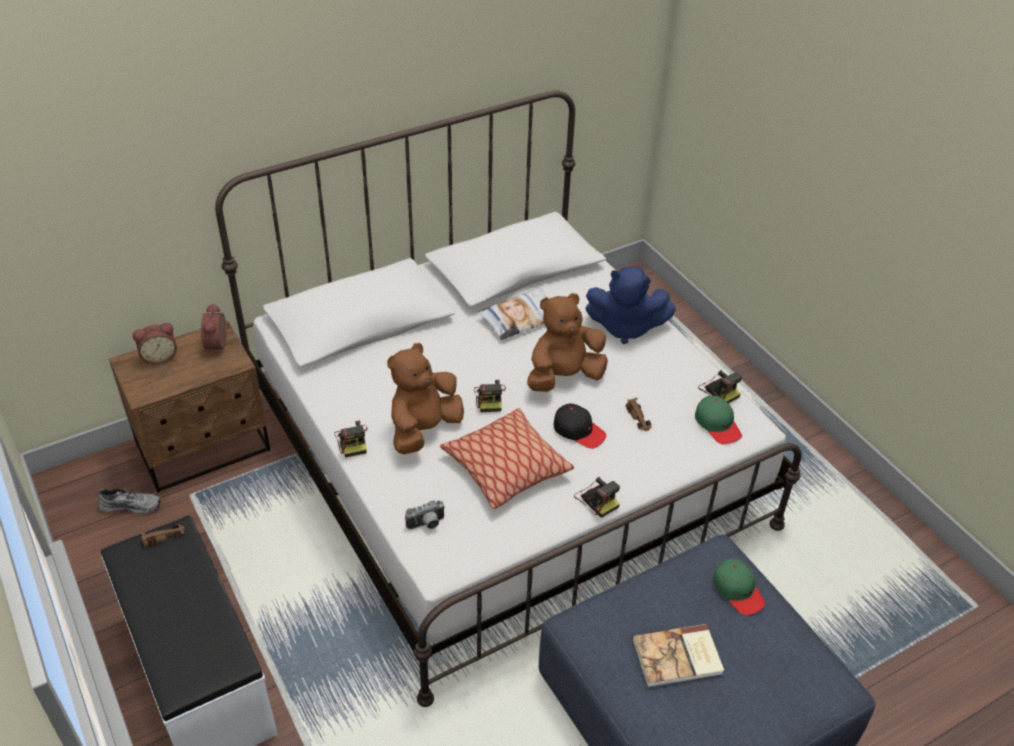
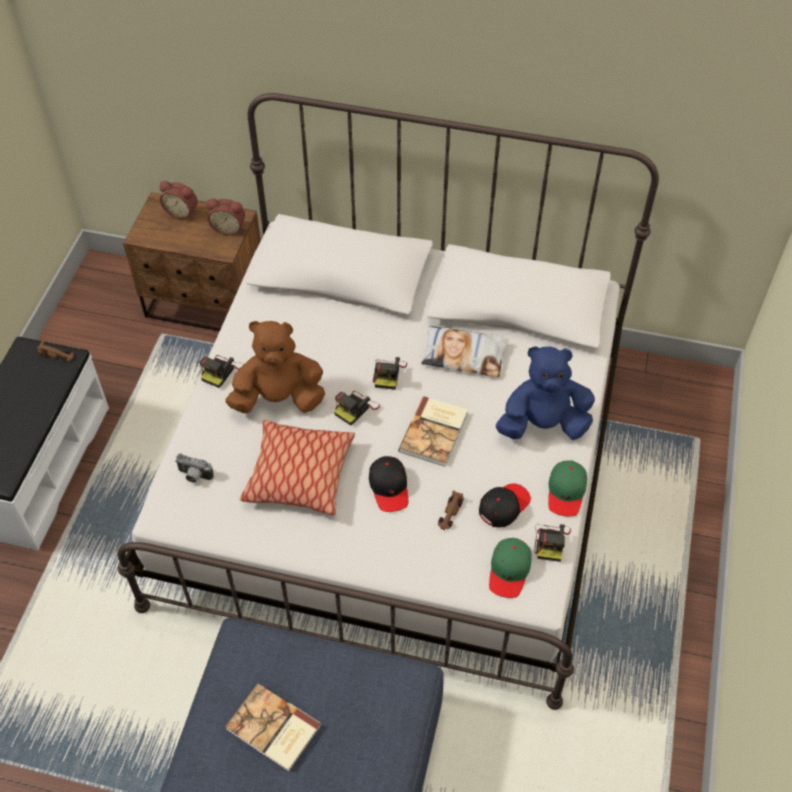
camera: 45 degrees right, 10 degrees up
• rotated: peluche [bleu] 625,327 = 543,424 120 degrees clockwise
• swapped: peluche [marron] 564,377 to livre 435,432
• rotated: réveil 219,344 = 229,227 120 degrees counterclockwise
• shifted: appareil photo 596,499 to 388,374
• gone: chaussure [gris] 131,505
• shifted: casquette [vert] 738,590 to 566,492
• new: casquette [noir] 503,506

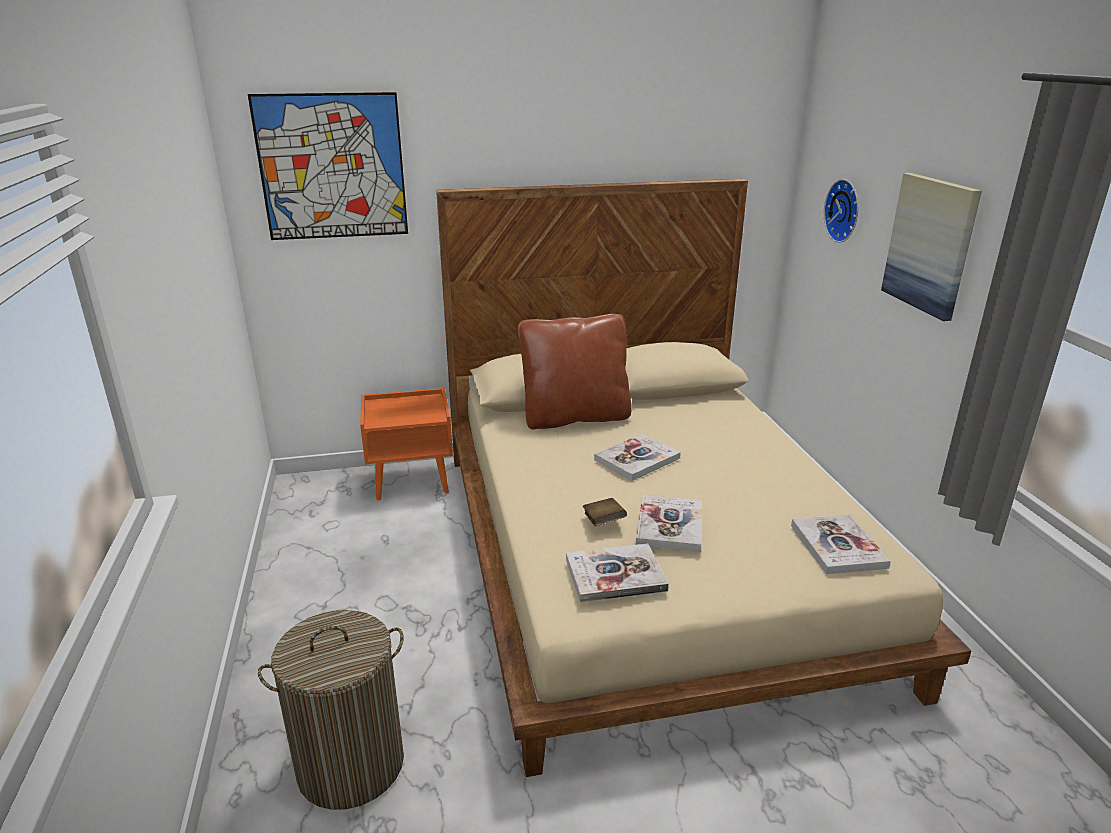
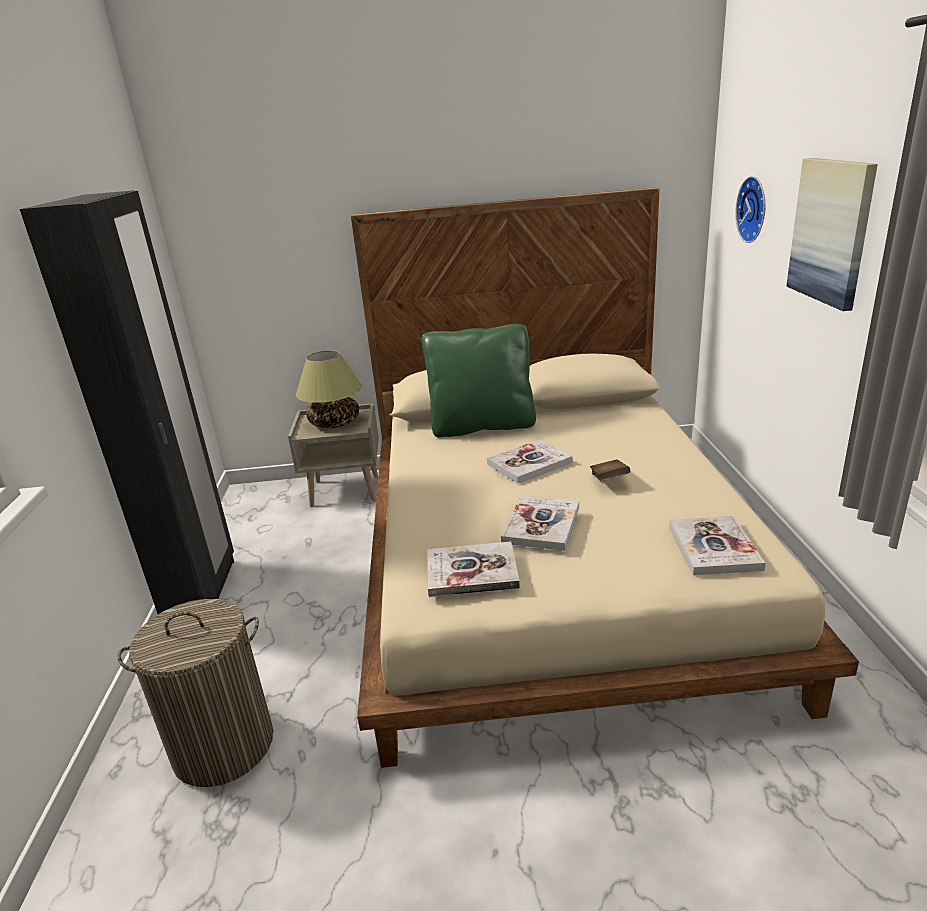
camera: 10 degrees right, 0 degrees up
• gone: tableau 332,167
• repainted: coussin [marron] 575,417 to coussin [vert] 482,426
• repainted: table de chevet [orange] 412,481 to table de chevet [beige] 346,490
• shifted: livre [marron] 603,522 to 609,480
• new: armoire [noir] 202,593
• new: lampe de table 334,423

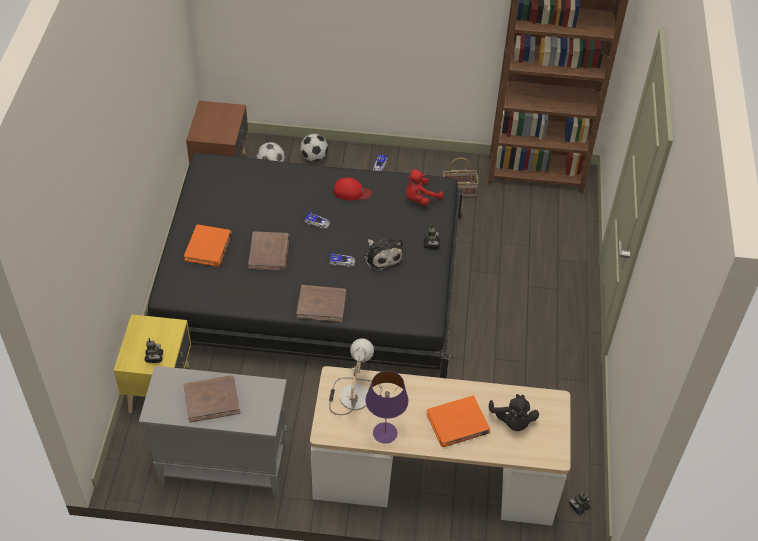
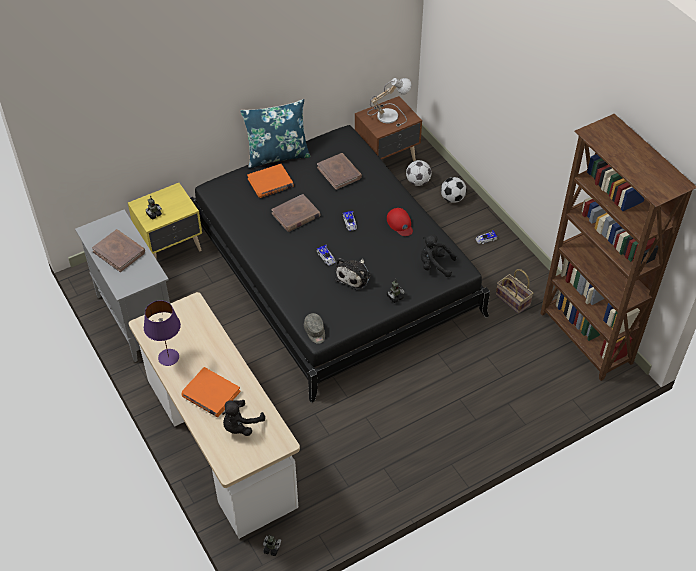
camera: 55 degrees right, 0 degrees up
• repainted: peluche [rouge] 420,199 to peluche [noir] 435,265
• shifted: livre [marron] 321,305 to 339,173
• shifted: lampe de table 352,395 to 387,114
• new: coussin [bleu] 277,155
• new: casquette [gris] 315,332

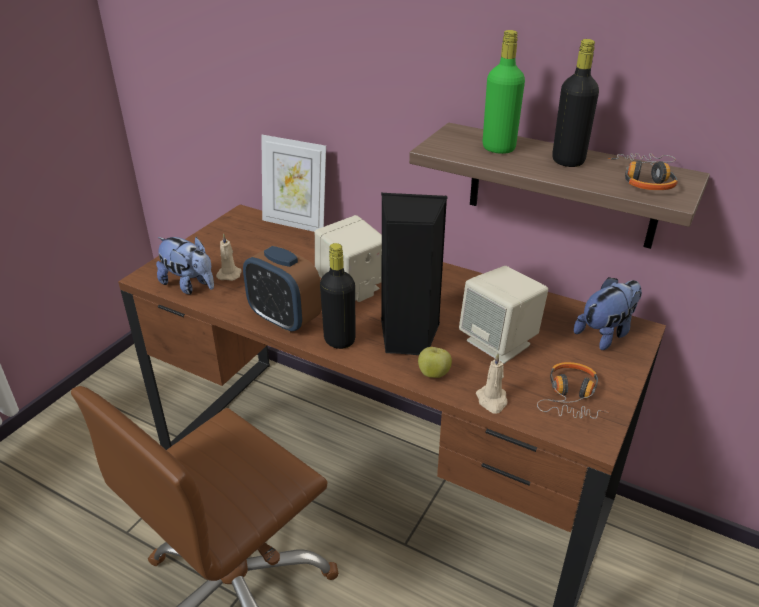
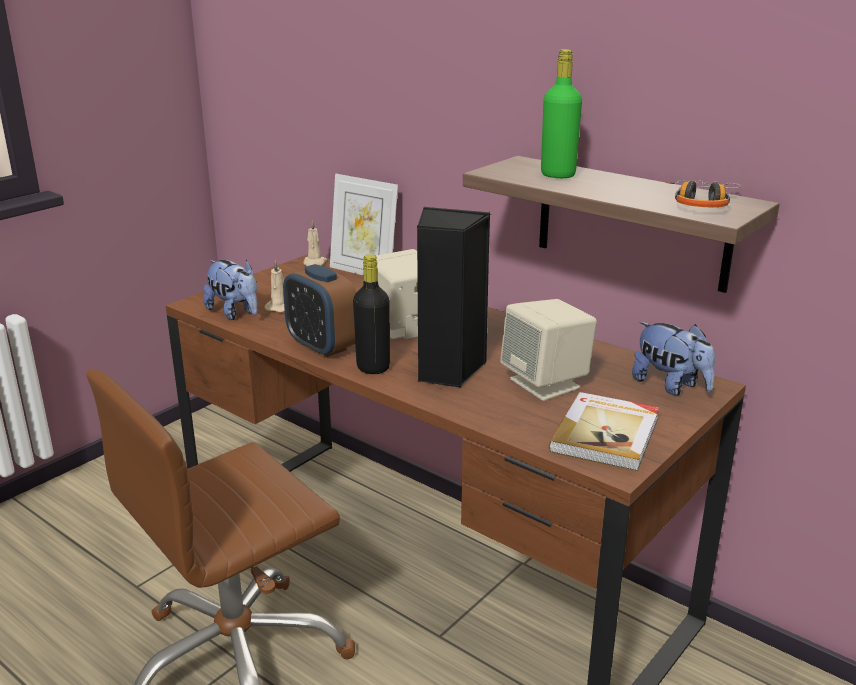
camera: 10 degrees right, 10 degrees down
• gone: bouteille [noir] 568,161
• rotated: peluche 605,333 = 671,386 75 degrees clockwise
• gone: pomme 434,374
• shifted: bougie [beige] 492,401 to 314,263
• swapped: casque audio 571,398 to livre 607,434

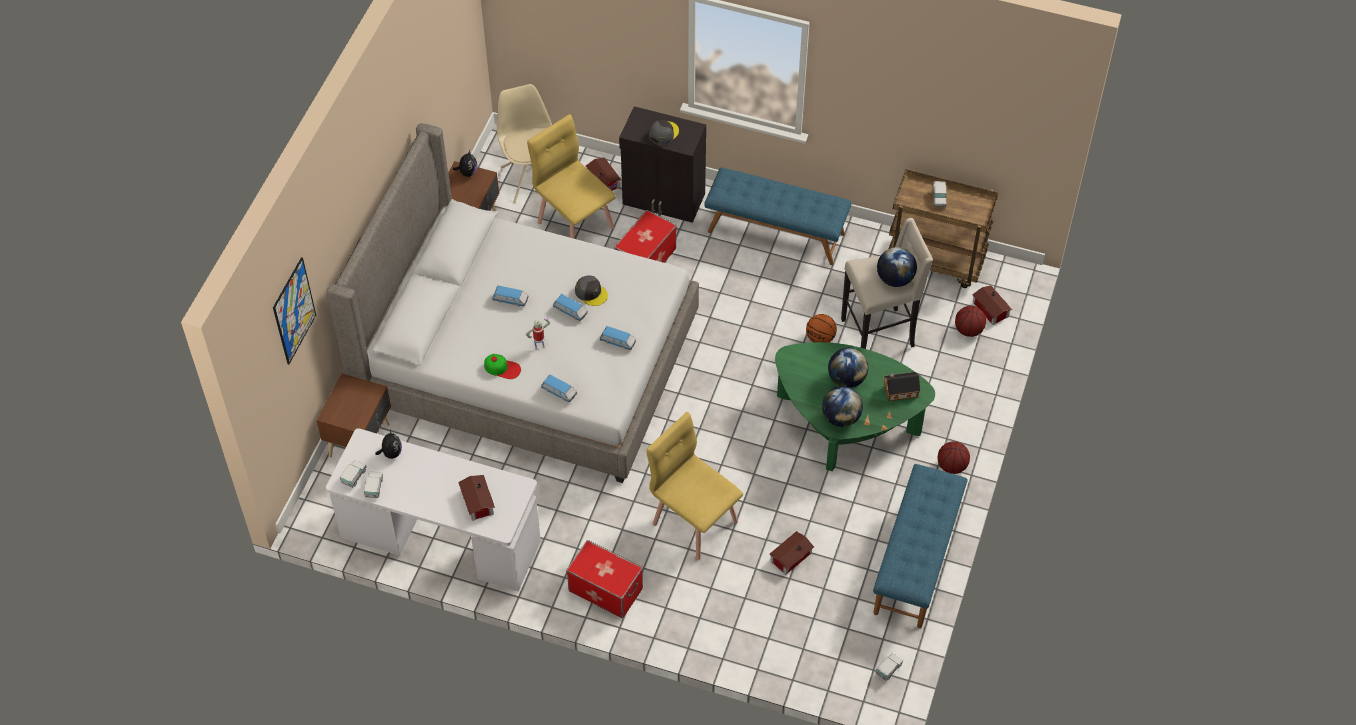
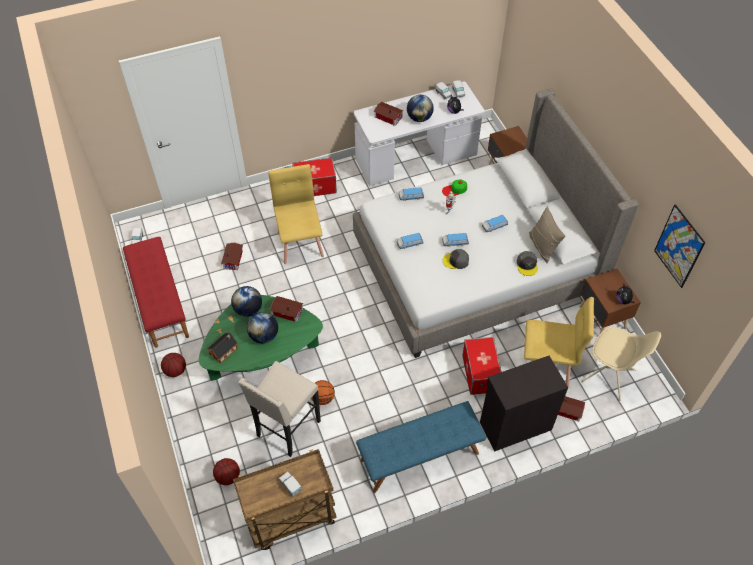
camera: 140 degrees right, 0 degrees up
• shifted: casquette [gris] 663,133 to 527,265
• shifted: globe 895,279 to 419,118
• shifted: tableau 294,311 to 679,246
• shifted: maison miniature 990,310 to 286,311
• rotated: chaise [jaune] 694,521 = 300,244 105 degrees counterclockwise
• repainted: banc [bleu] 917,560 to banc [rouge] 160,302
• new: coussin [beige] 542,246

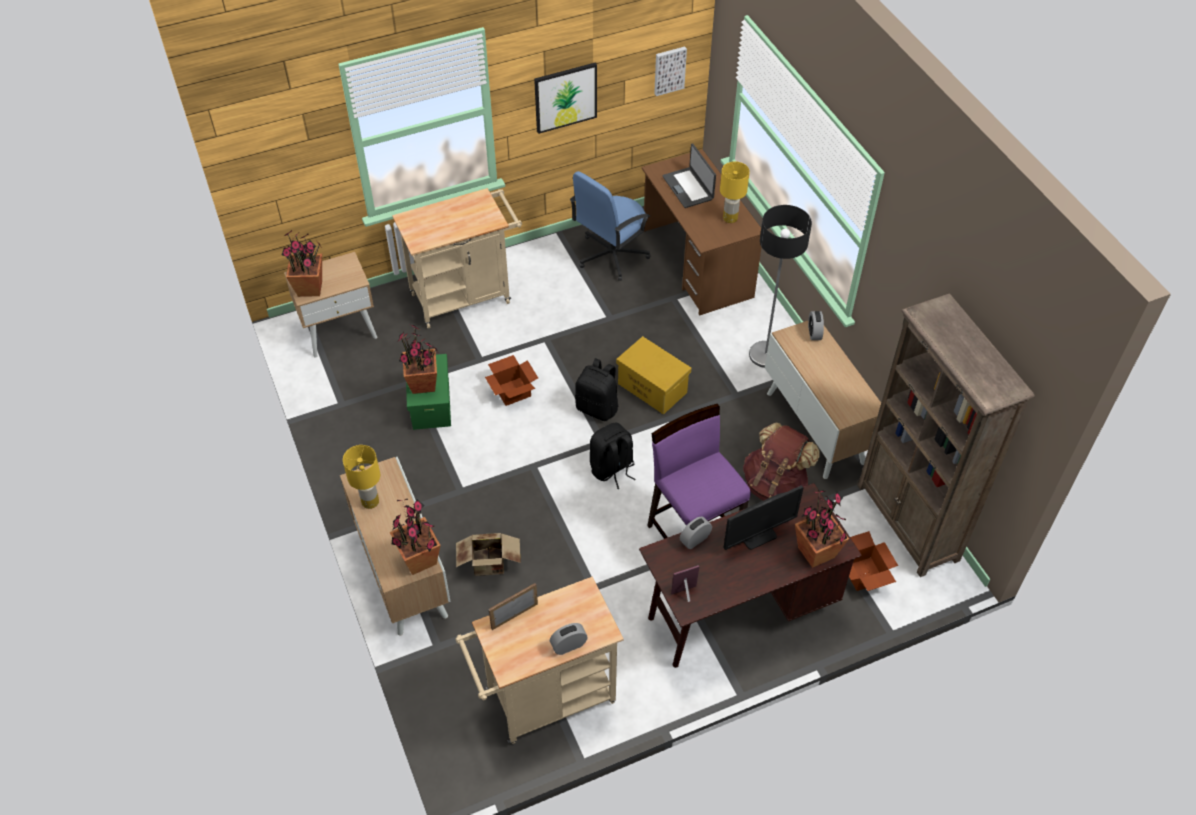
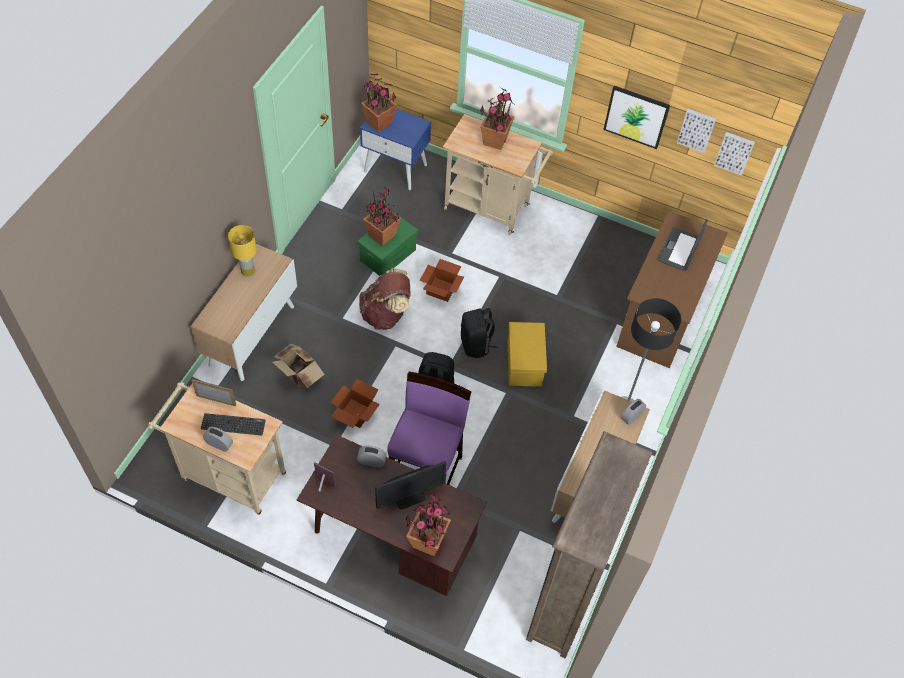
camera: 45 degrees right, 5 degrees up
• gone: lampe de table [jaune] 730,218
• gone: chaise de bureau [bleu] 611,255
• repainted: table de chevet [beige] 339,331 to table de chevet [bleu] 396,168
• shifted: sac à dos [marron] 775,485 to 385,314
• rotated: écran d'ordinateur 758,535 = 409,496 45 degrees counterclockwise
• shifted: plante en pot 418,560 to 494,141
• shifted: carton 863,575 to 354,413
• new: tableau 696,129
• new: clavier 233,424

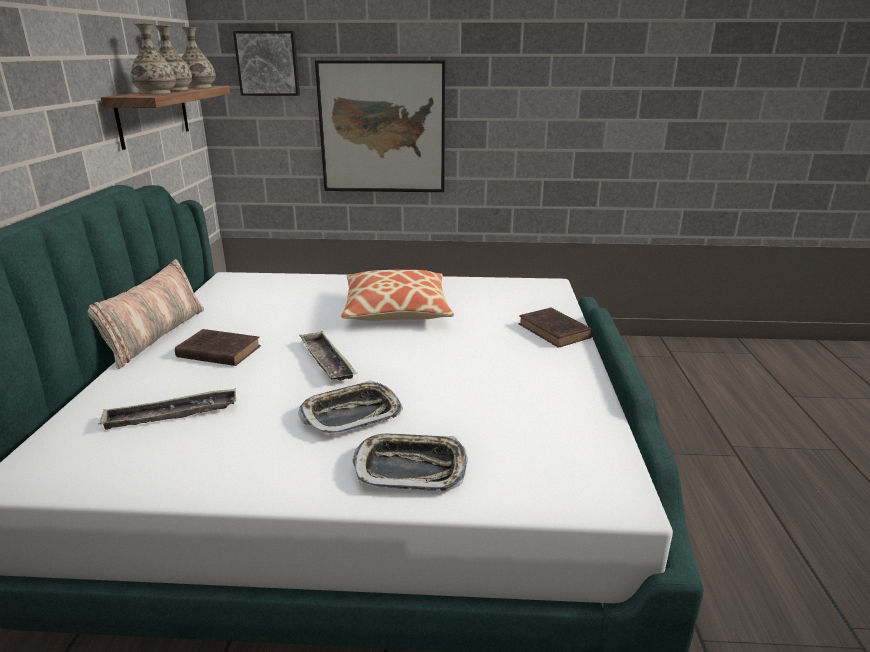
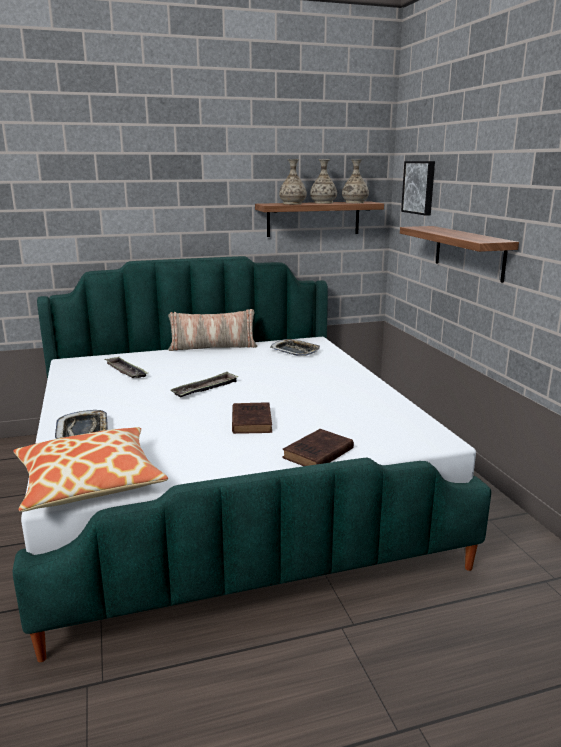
camera: 70 degrees right, 5 degrees down
• swapped: tableau 382,128 to étagère 469,252
• shifted: coussin 396,309 to 89,481
• shifted: livre [marron] 217,352 to 251,421
• shifted: plateau 351,414 to 295,351

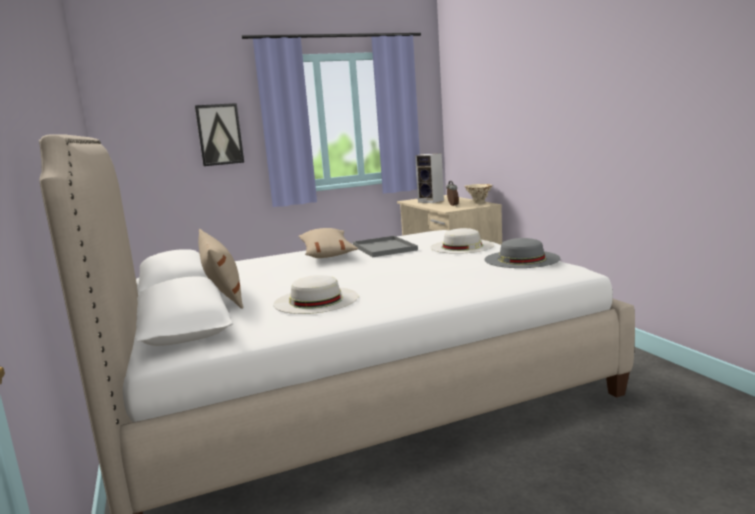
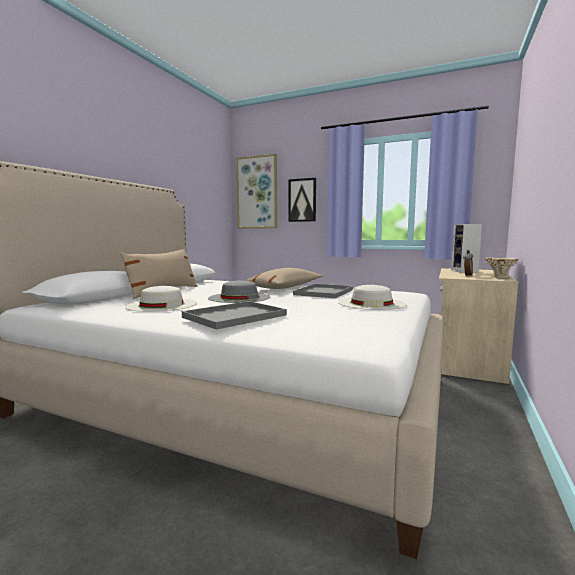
camera: 45 degrees right, 5 degrees down
• shifted: chapeau [gris] 521,259 to 239,297
• new: tableau 257,192
• new: plateau [gris] 235,316

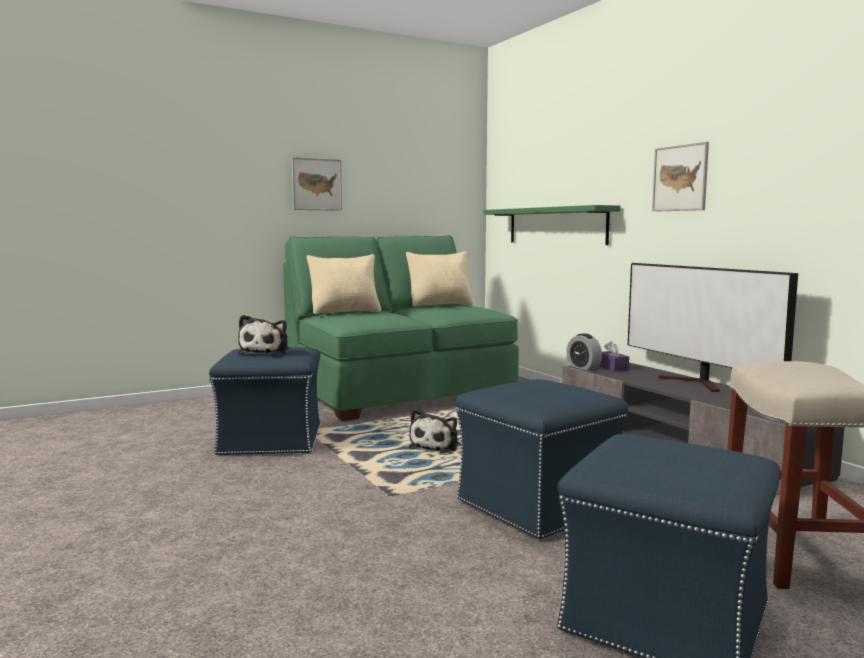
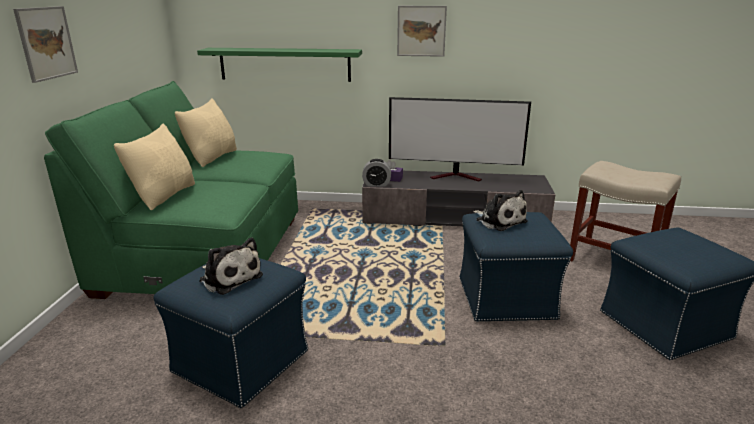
camera: 55 degrees left, 15 degrees up
• shifted: peluche 436,446 to 499,220

